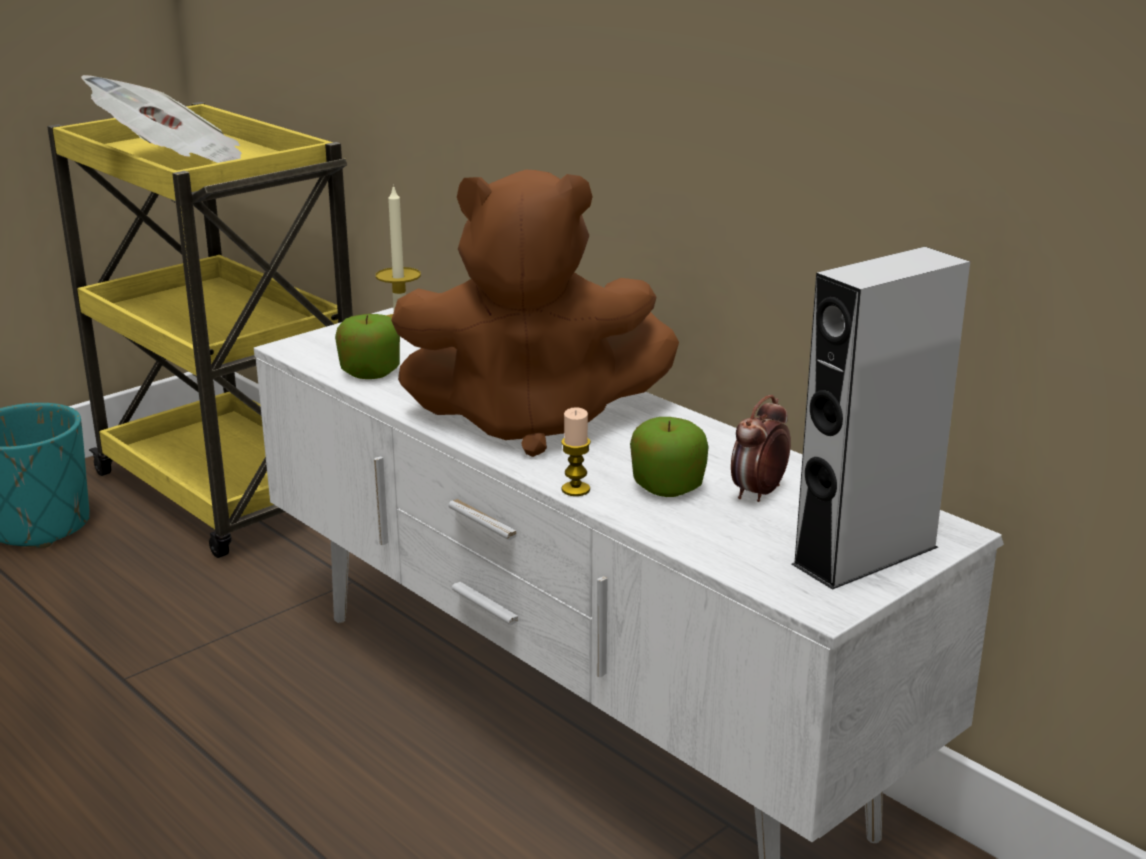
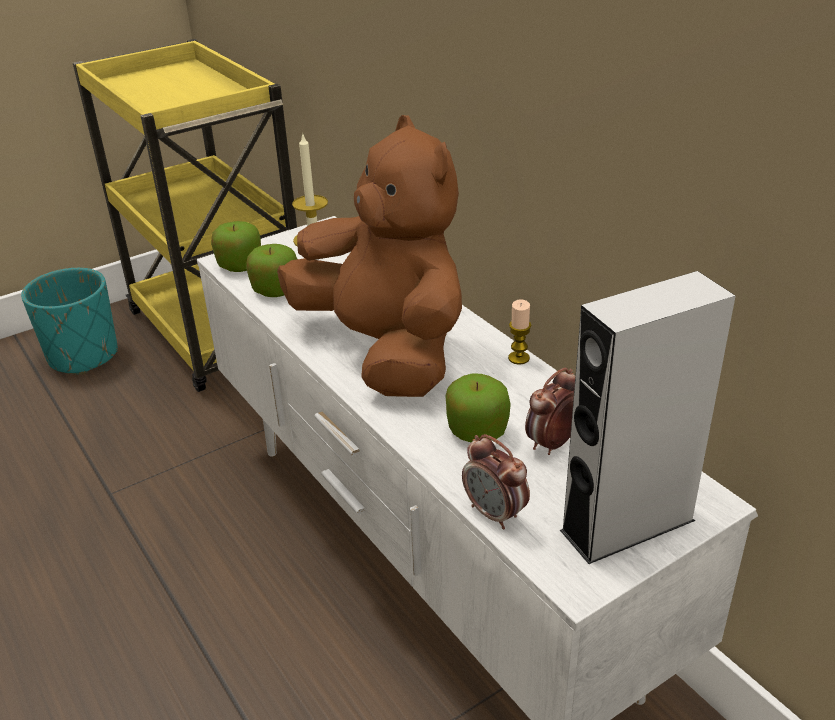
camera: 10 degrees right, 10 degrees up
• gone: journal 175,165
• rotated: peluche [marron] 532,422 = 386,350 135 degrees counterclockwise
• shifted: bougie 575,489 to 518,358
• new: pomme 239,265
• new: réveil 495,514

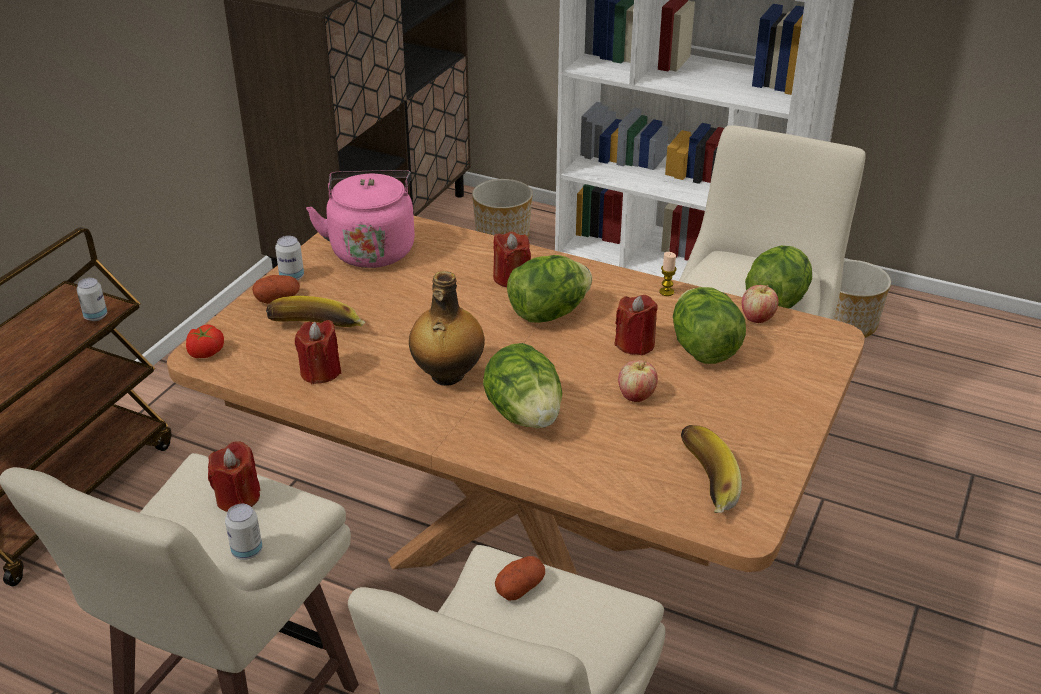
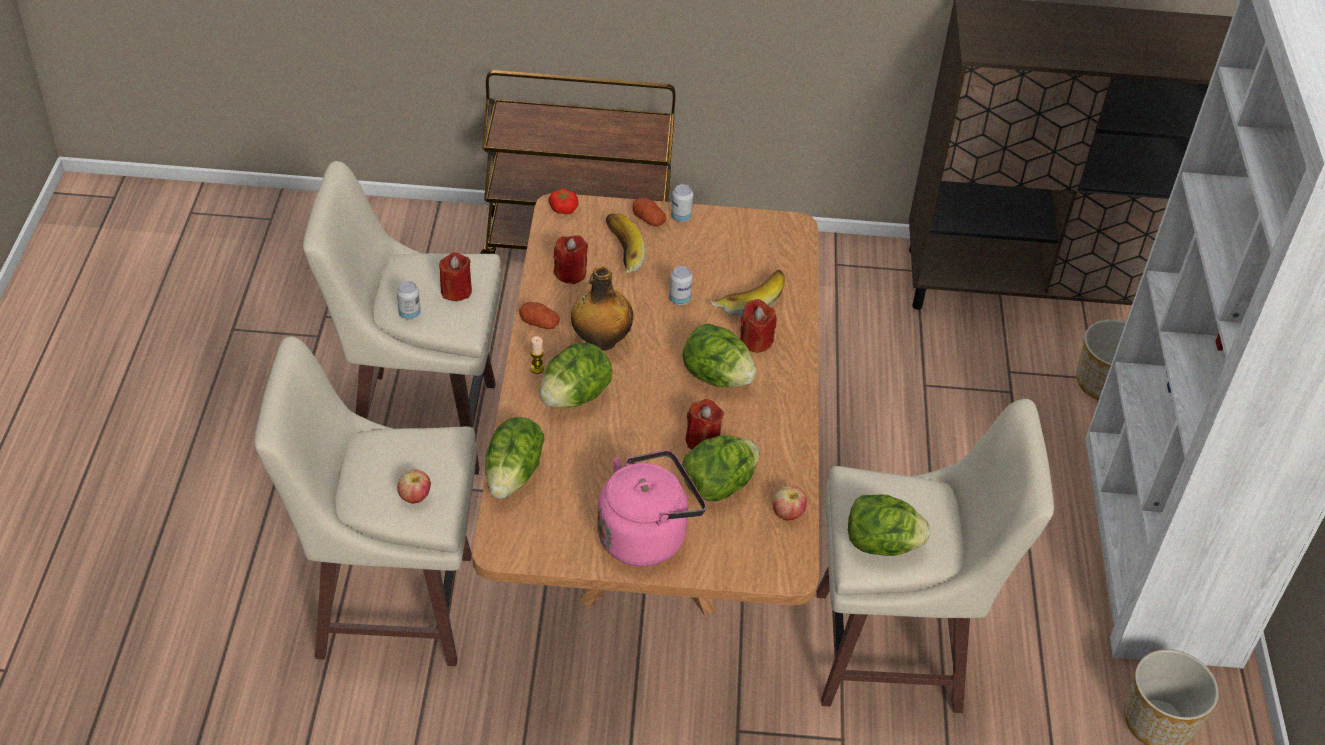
camera: 65 degrees right, 10 degrees up
• shifted: bouilloire [rose] 372,249 to 646,535
• shifted: bougie 666,292 to 537,368
• shifted: boîte métallique 96,316 to 679,299
• shifted: pomme 636,396 to 415,497
• shifted: banane 702,483 to 747,299
• shifted: pomme de terre 520,587 to 539,323
• new: laitue 514,474

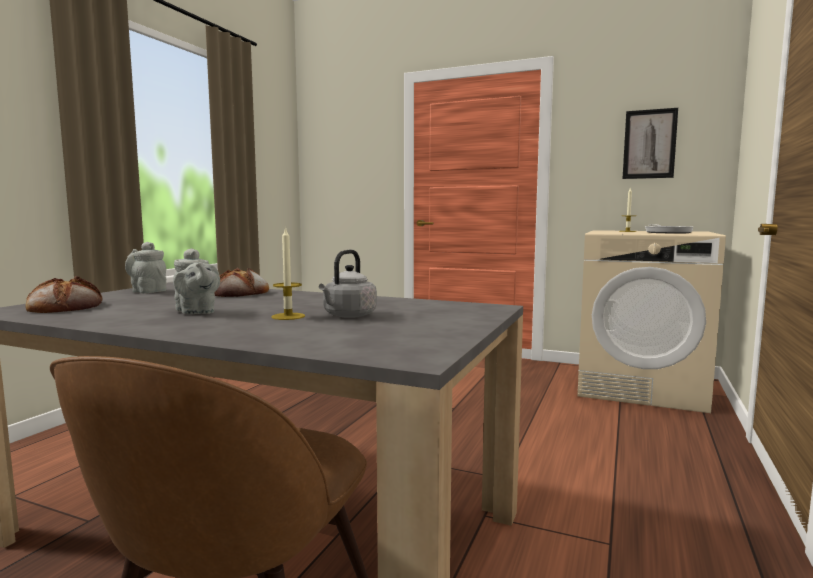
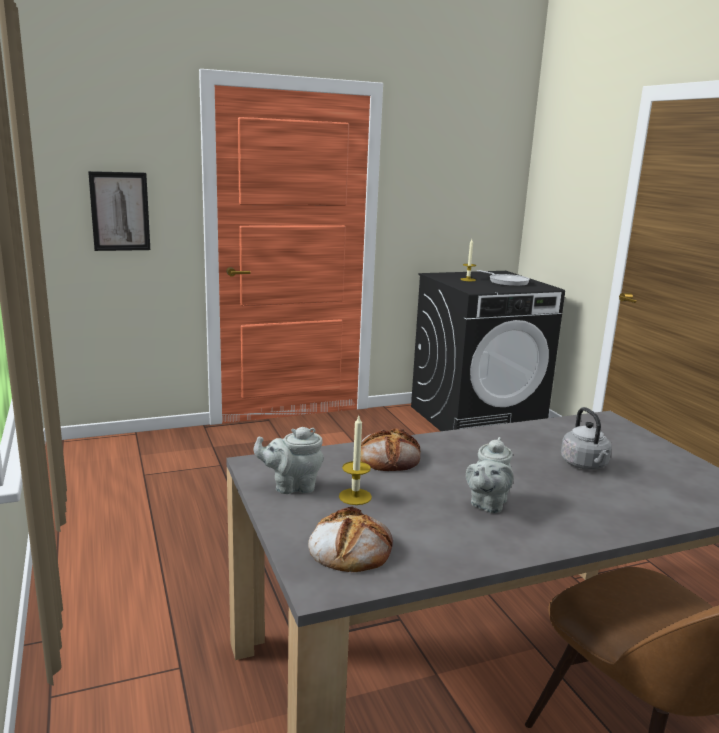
camera: 45 degrees left, 10 degrees up
• shifted: tableau 649,144 to 120,211
• shifted: bougie 288,316 to 355,496
• repainted: lave-linge [beige] 641,387 to lave-linge [noir] 476,418
• rotated: théière [gris] 196,312 = 487,504 105 degrees clockwise

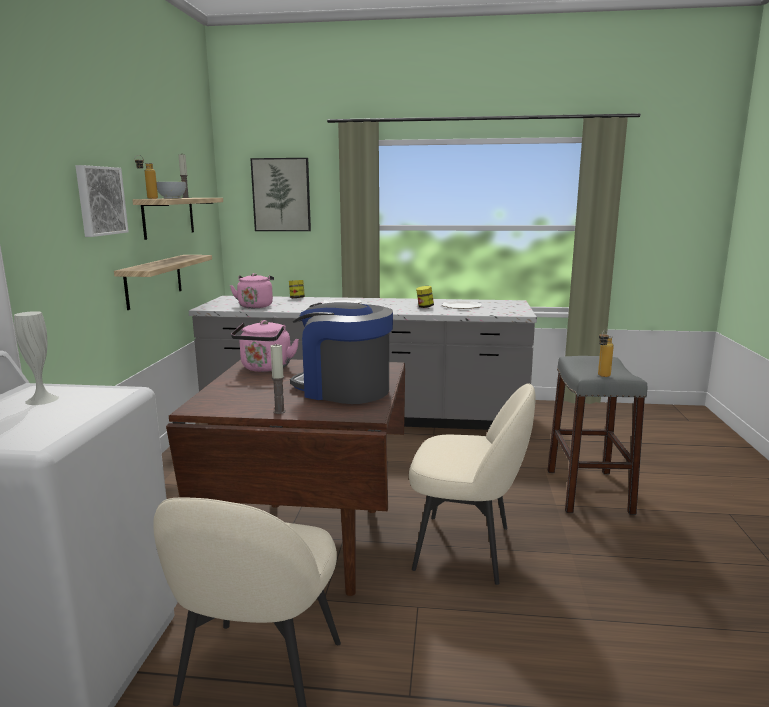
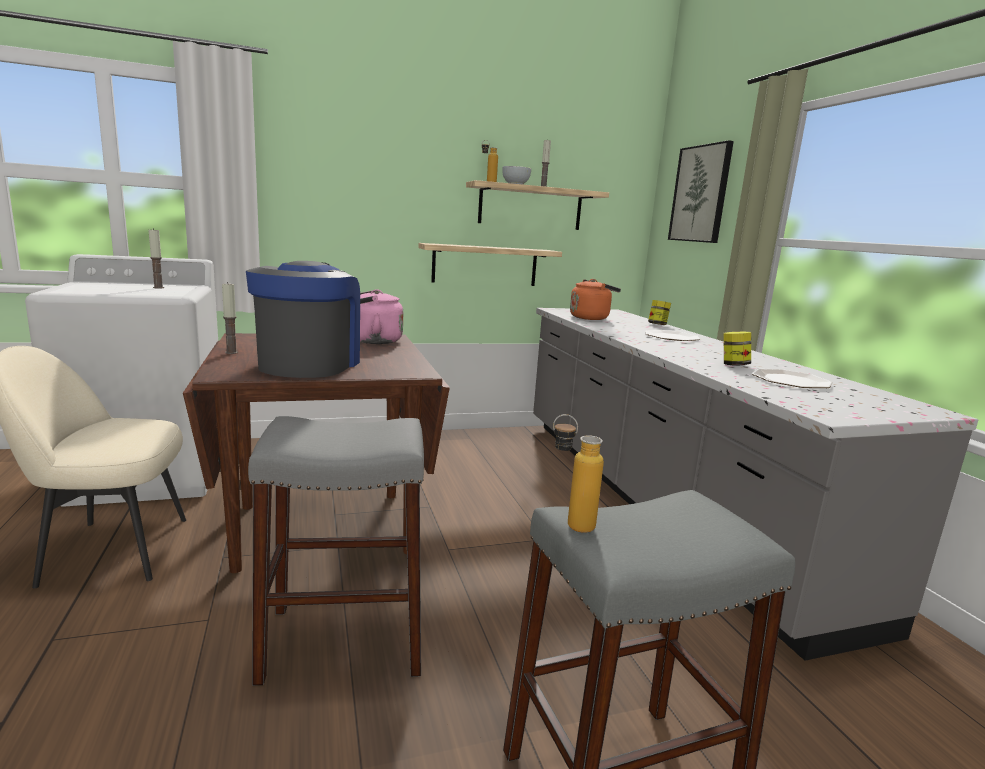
camera: 65 degrees right, 0 degrees up
• gone: tableau 99,201
• repainted: bouilloire [rose] 255,306 to bouilloire [orange] 591,318
• swapped: vase [blanc] 42,400 to bougie 158,287
• swapped: chaise [beige] 466,548 to tabouret [gris] 343,640

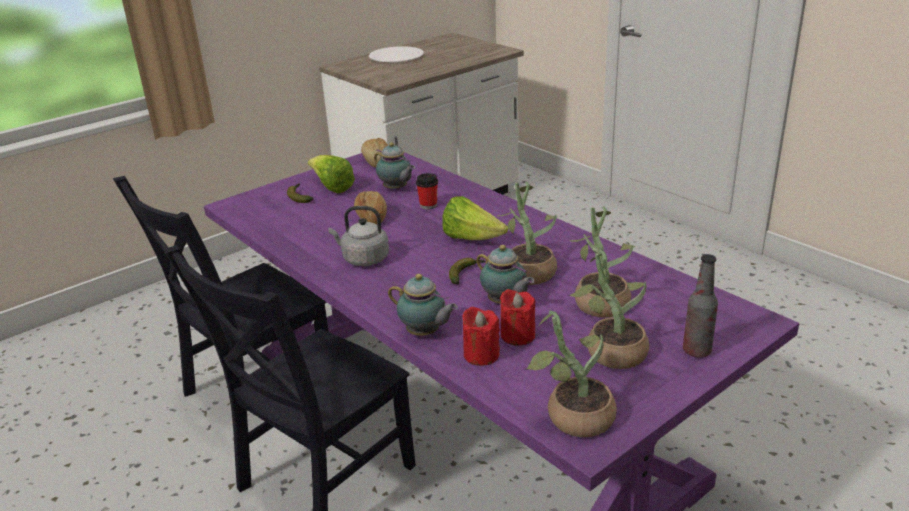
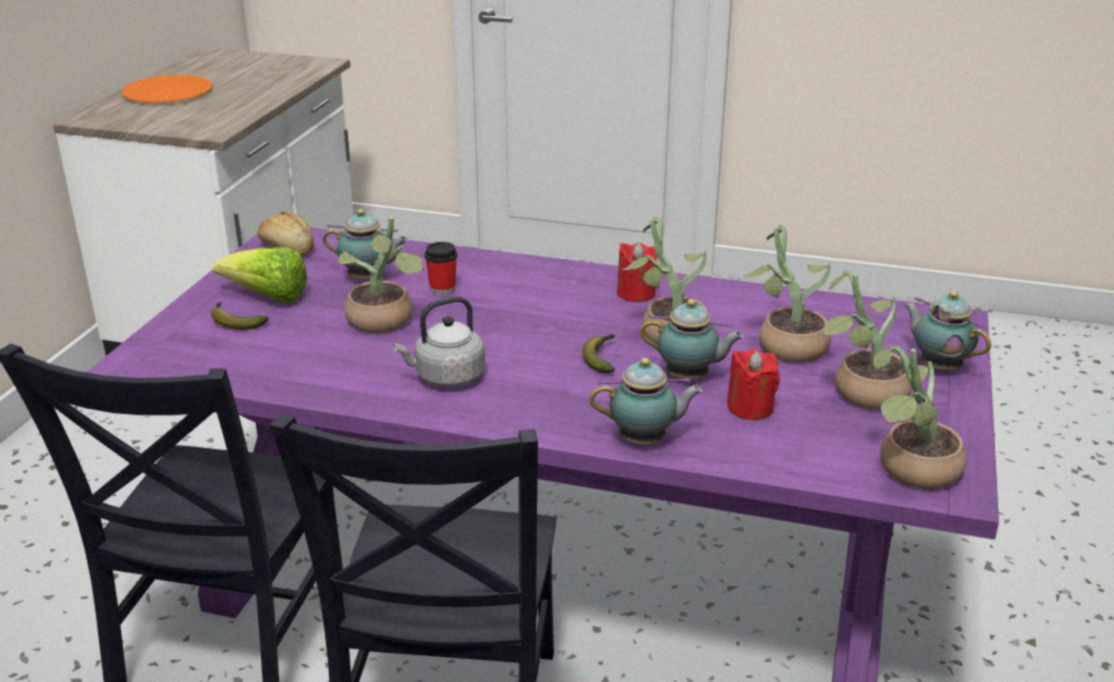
camera: 35 degrees left, 0 degrees up
• repainted: assiette [blanc] 396,56 to assiette [orange] 167,92
• swapped: pain 371,217 to plante en pot 384,323
• gone: laitue 472,238
• swapped: bouteille 696,351 to théière 938,366
• shifted: bougie [rouge] 481,355 to 636,293

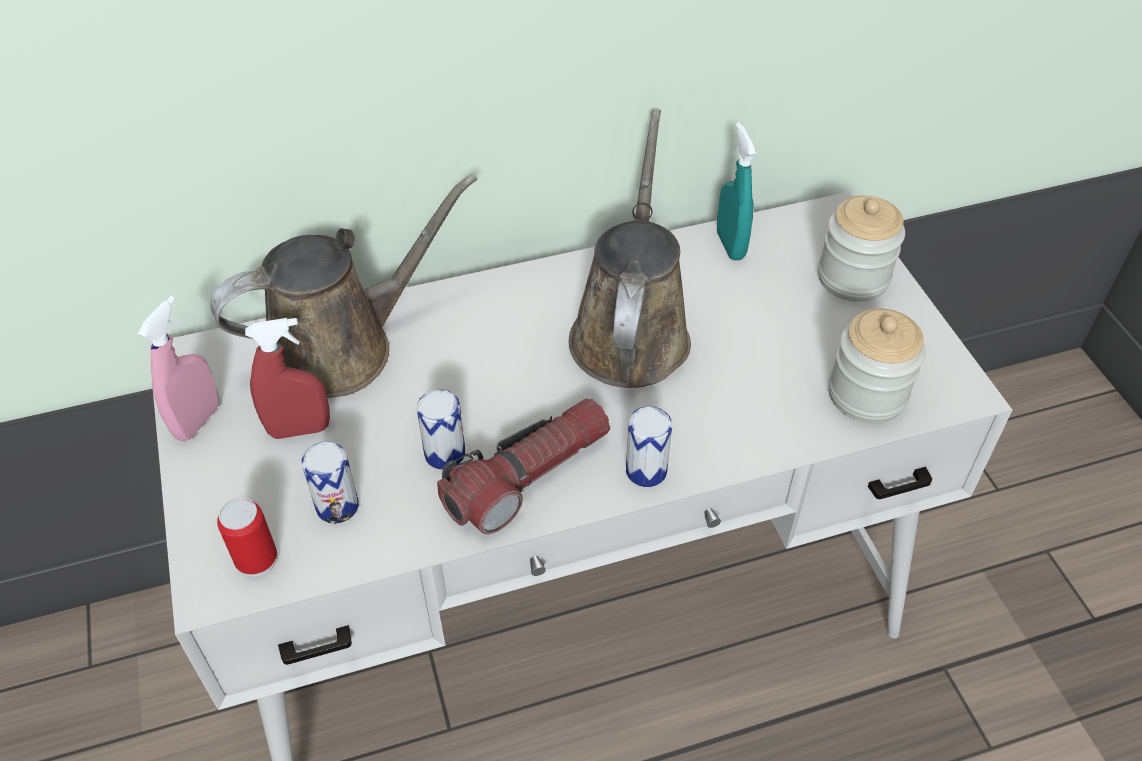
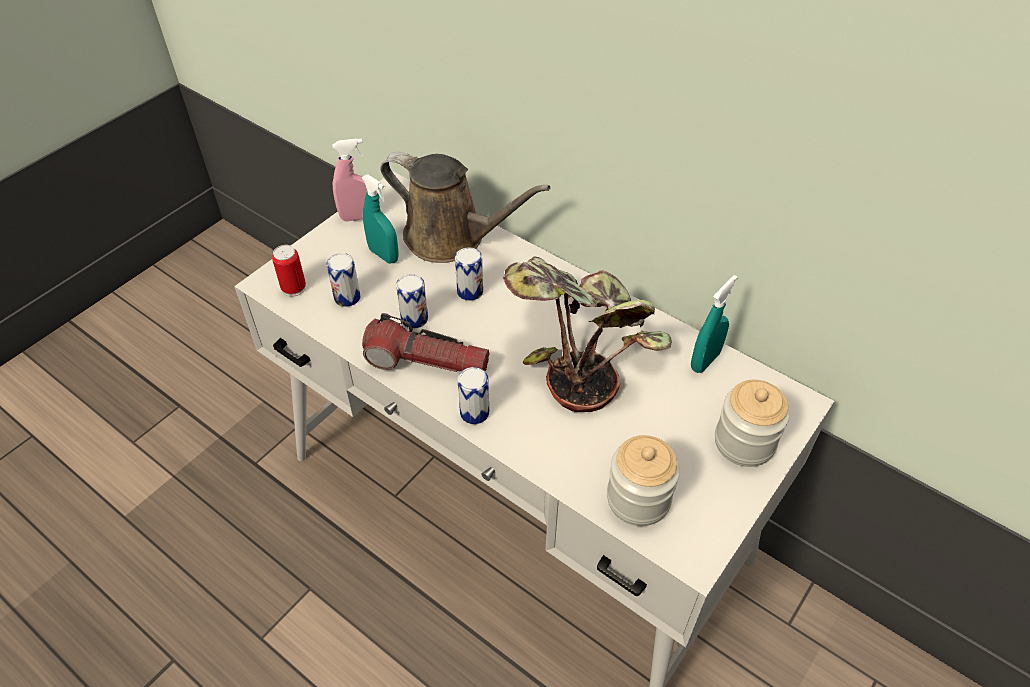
camera: 55 degrees right, 0 degrees up
• swapped: arrosoir [marron] 631,331 to plante en pot 578,350
• repainted: vaporisateur [rouge] 299,429 to vaporisateur [turquoise] 383,255
• new: boîte métallique 470,291

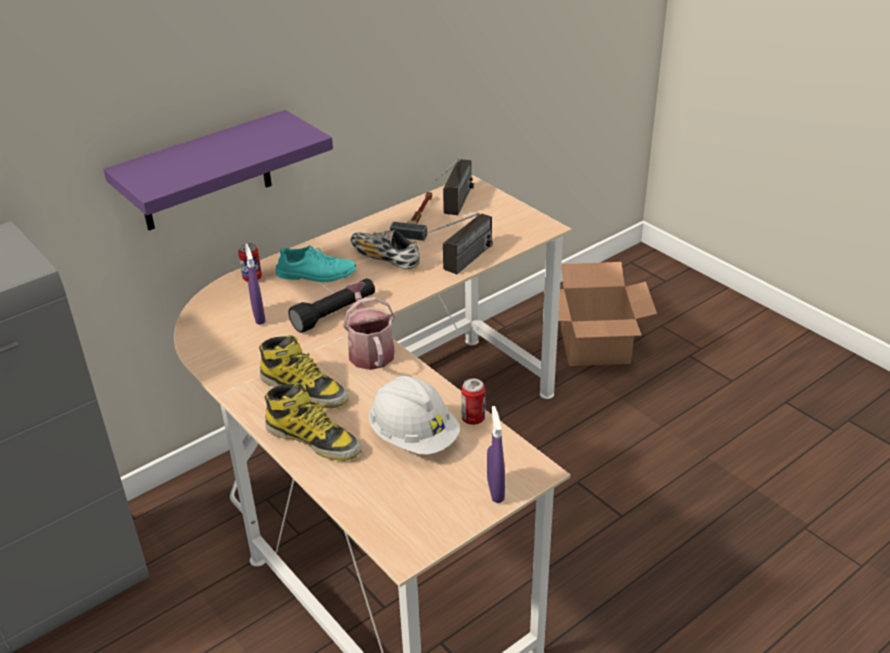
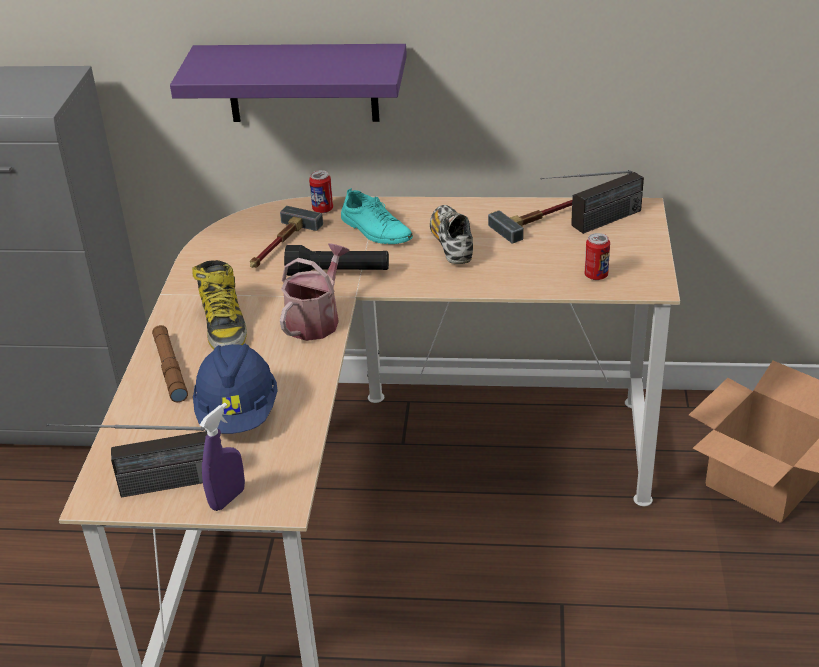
camera: 45 degrees right, 0 degrees up
• shifted: radio 460,266 to 143,487
• swapped: vaporisateur [violet] 259,317 to marteau 279,245
• repainted: casque de chantier [blanc] 413,437 to casque de chantier [bleu] 238,413
• shifted: boîte métallique 473,419 to 596,275
• swapped: botte 314,439 to lampe de poche [marron] 170,369

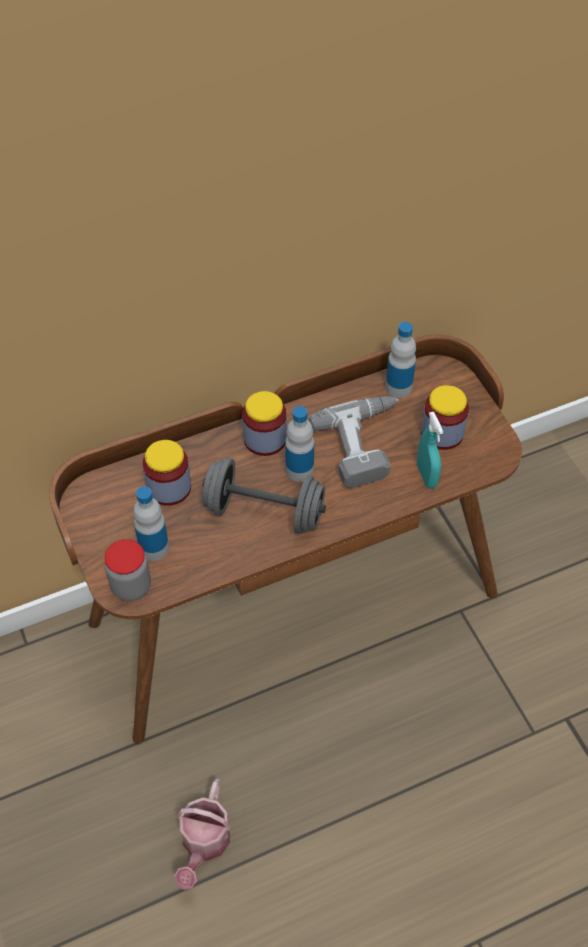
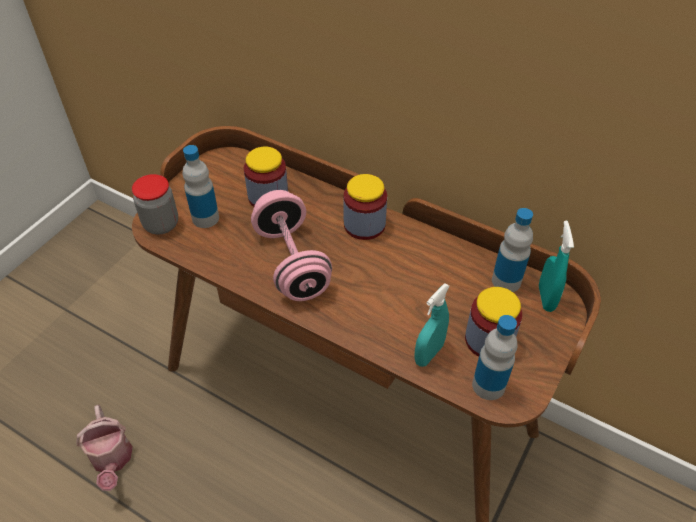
camera: 55 degrees right, 5 degrees down
• gone: perceuse 366,445
• shifted: bouteille 299,470 to 488,385
• repainted: haltère [gris] 264,512 to haltère [rose] 292,262
• rotated: arrosoir 204,844 = 112,460 90 degrees counterclockwise
• new: vaporisateur [turquoise] 546,298

